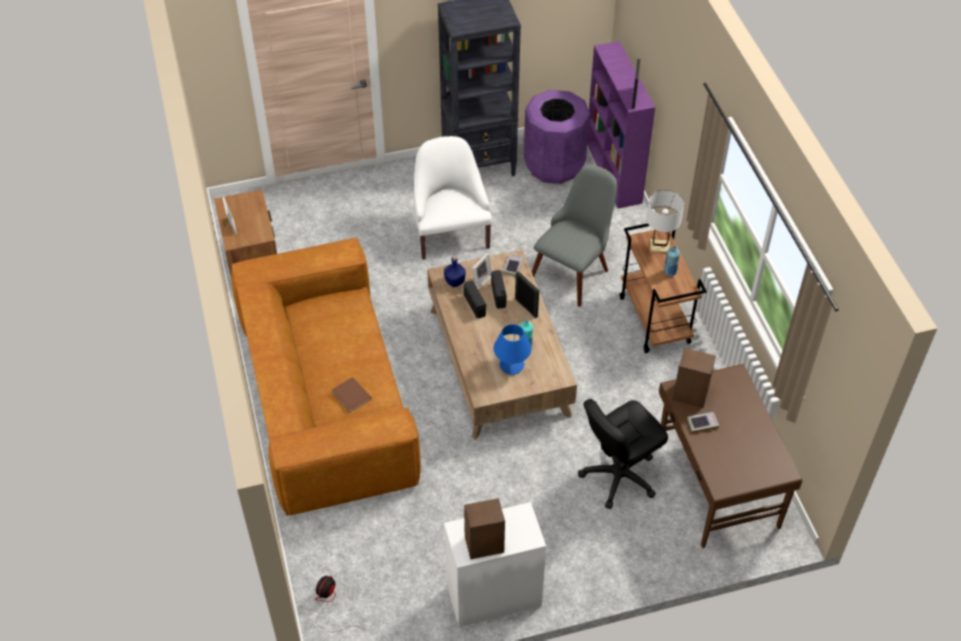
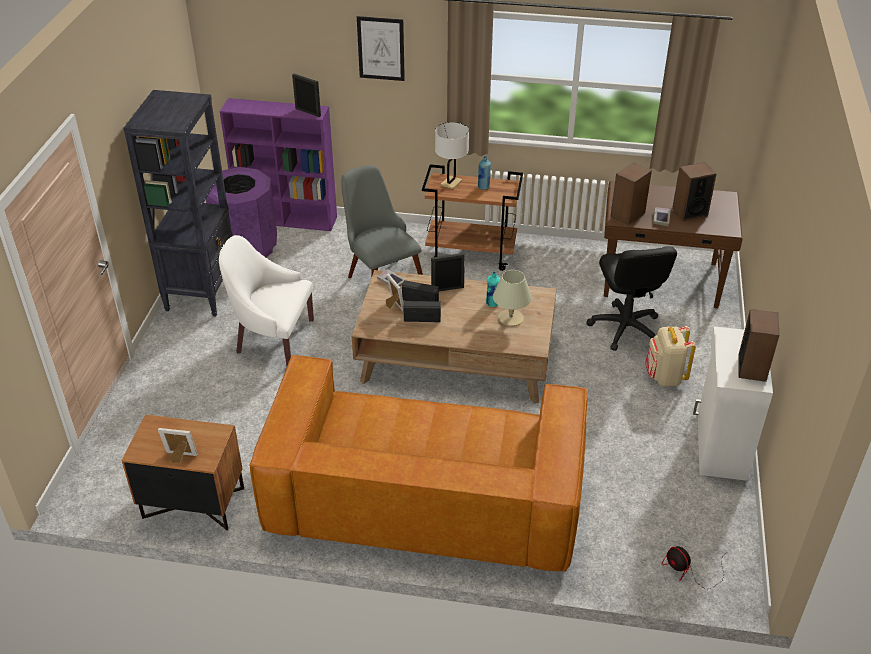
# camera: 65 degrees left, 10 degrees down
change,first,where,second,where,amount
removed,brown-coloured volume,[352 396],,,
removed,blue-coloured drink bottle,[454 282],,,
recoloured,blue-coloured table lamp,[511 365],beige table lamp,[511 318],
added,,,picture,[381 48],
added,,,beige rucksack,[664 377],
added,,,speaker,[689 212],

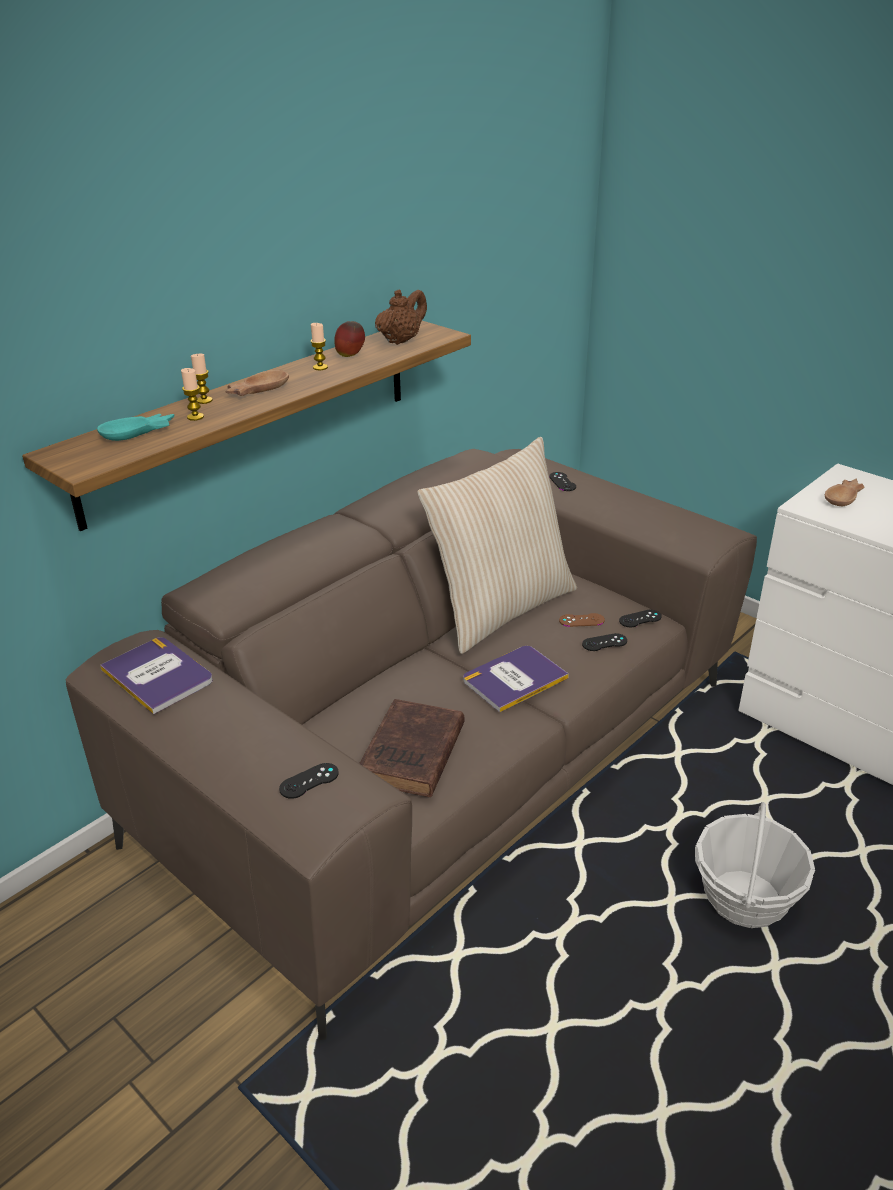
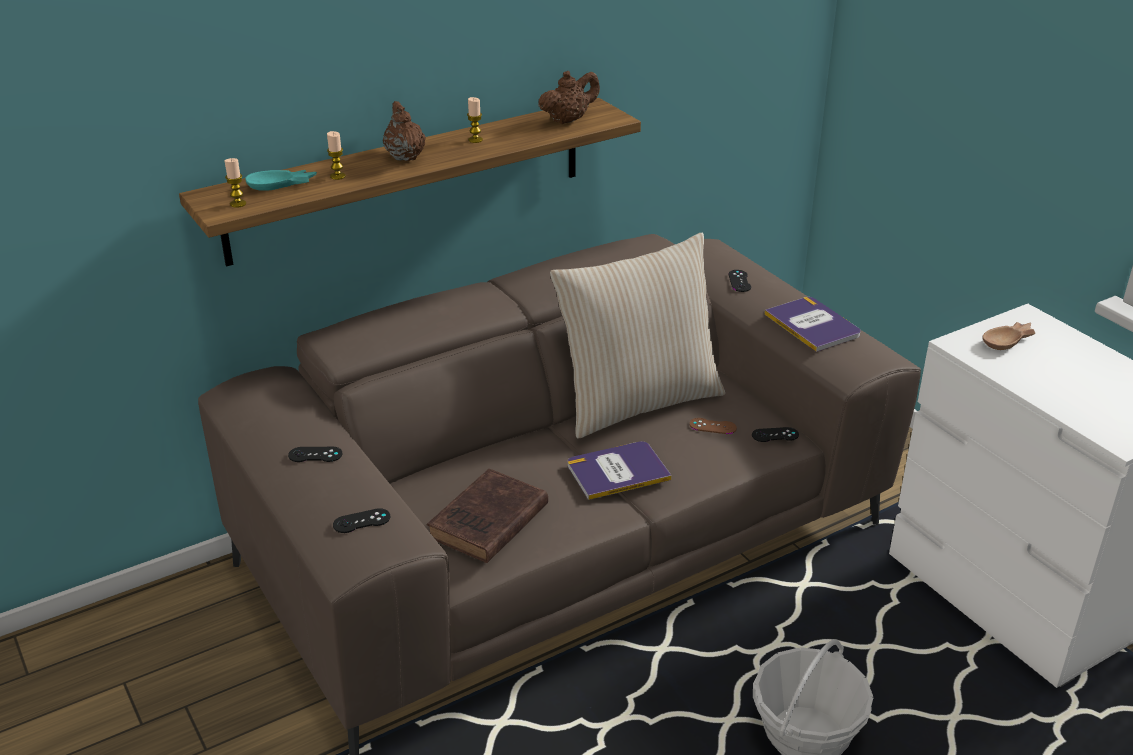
# camera: 15 degrees right, 0 degrees up
change,first,where,second,where,amount
moved,volume,[158 675],,[813 325],
moved,wax candle,[204 400],,[238 204],
replaced,brown-coloured bowl,[256 390],brown-coloured teapot,[405 156],
removed,whole apple,[350 356],,,
moved,black game controller,[604 642],,[315 455],

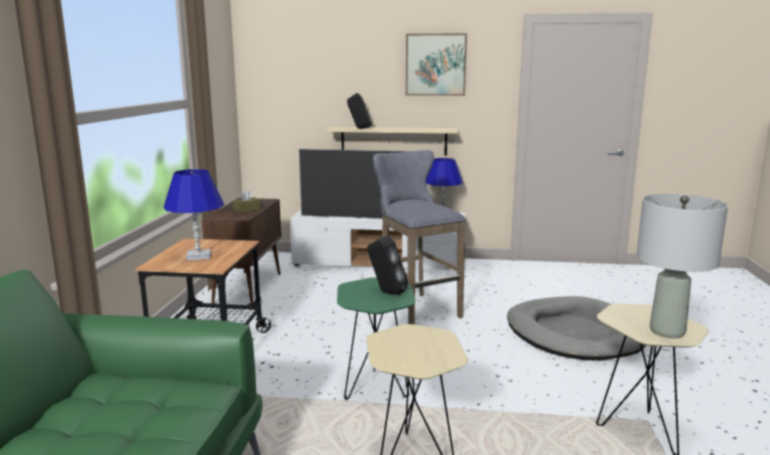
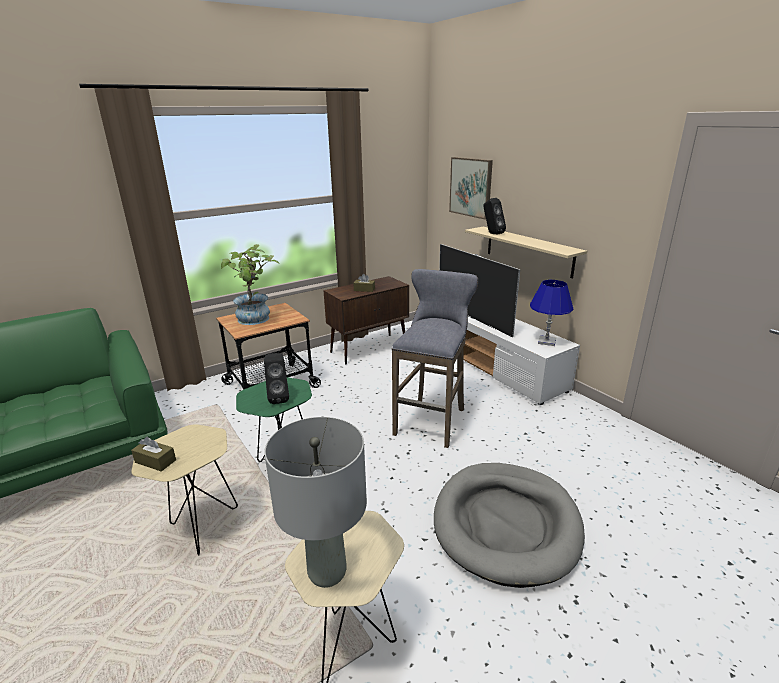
# camera: 50 degrees right, 10 degrees up
change,first,where,second,where,amount
replaced,blue-coloured table lamp,[198 256],potted plant,[256 320],
moved,picture,[435 65],,[471 187],
added,,,brown-coloured tissue box,[155 461],

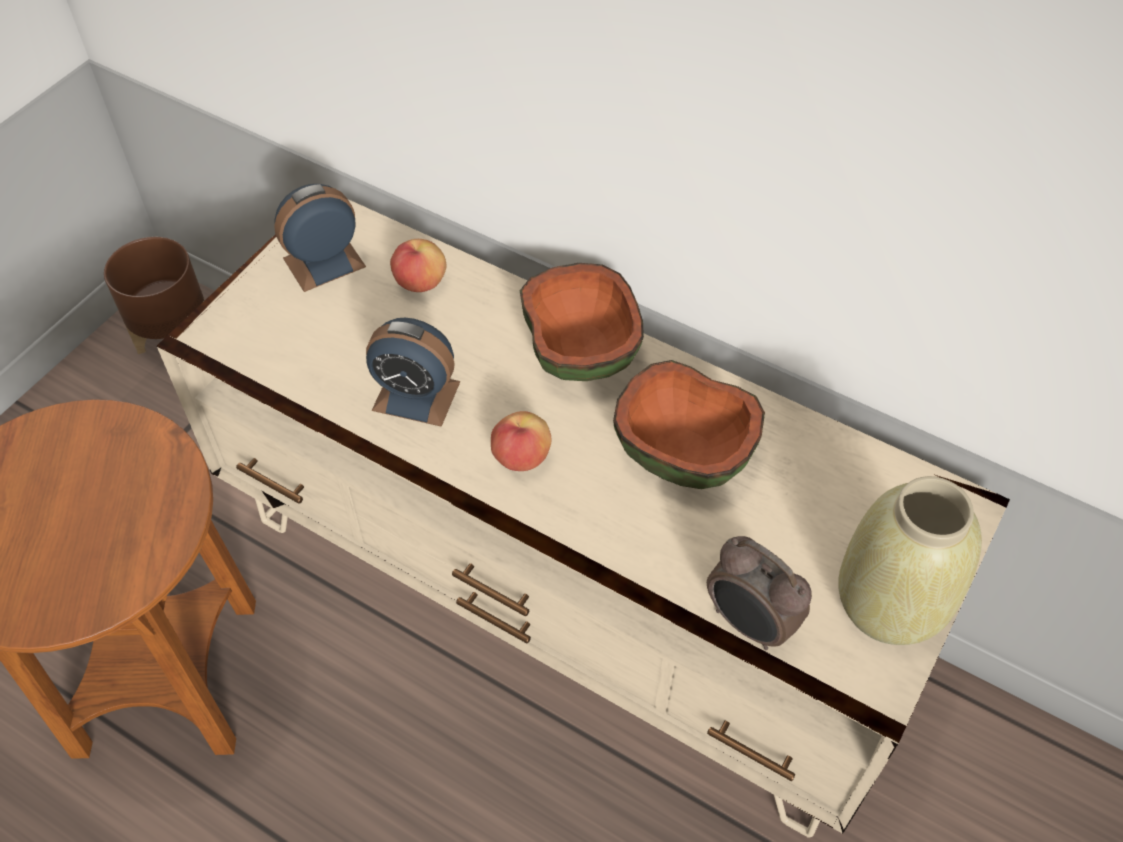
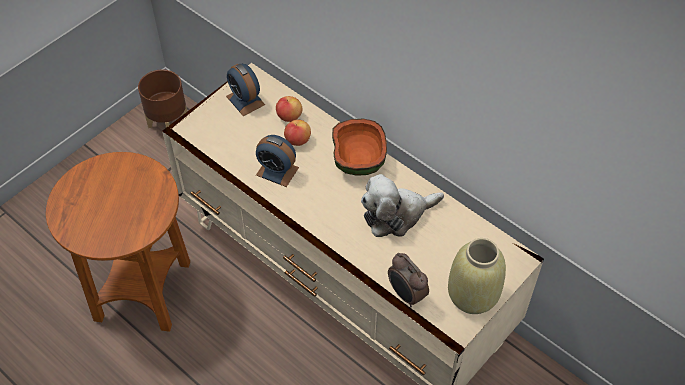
# camera: 10 degrees right, 0 degrees up
change,first,where,second,where,amount
turned,alarm clock,[324 262],,[245 100],105 degrees counterclockwise
moved,whole apple,[521 458],,[297 140],
replaced,bowl,[685 452],cuddly toy,[396 215],

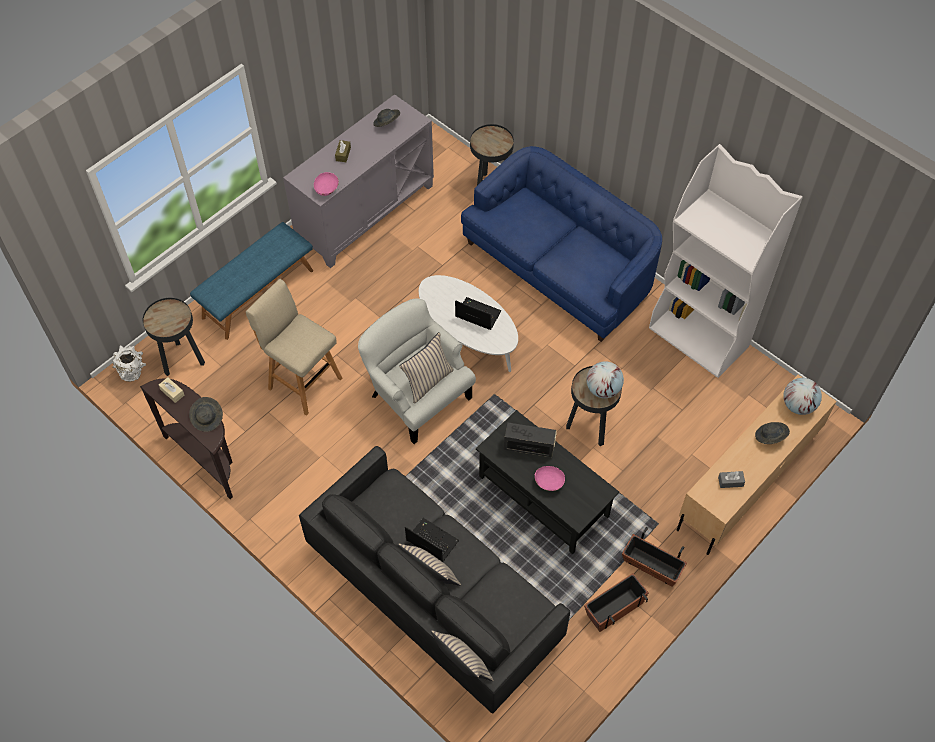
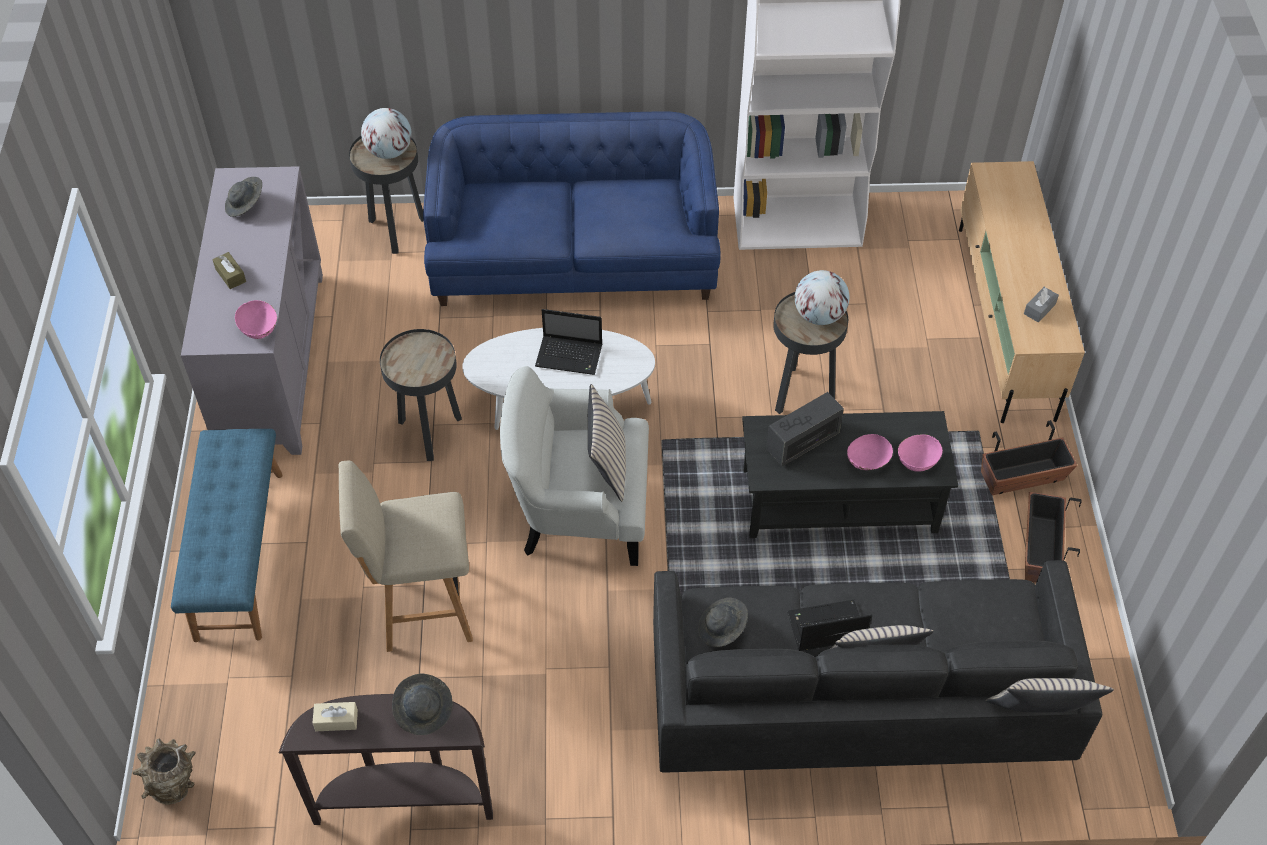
# camera: 45 degrees left, 5 degrees down
change,first,where,second,where,amount
recoloured,white decorative vase,[133 372],brown-coloured decorative vase,[174 784],
moved,black side table,[182 361],,[430 434],
turned,portable computer,[477 314],,[570 356],150 degrees counterclockwise
moved,gray wearable hat,[770 437],,[722 629],
moved,globe,[798 405],,[389 152],
added,,,pink bowl,[917 460],

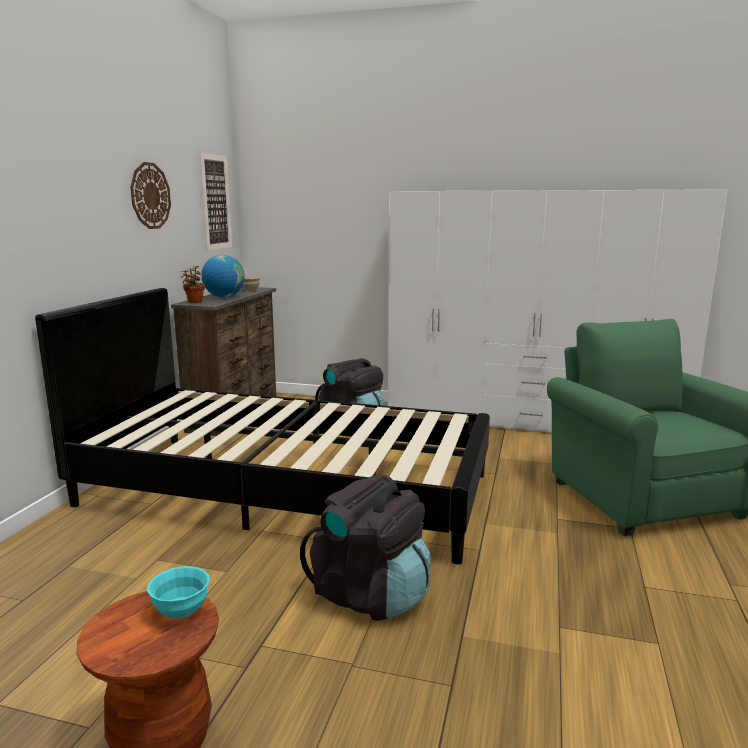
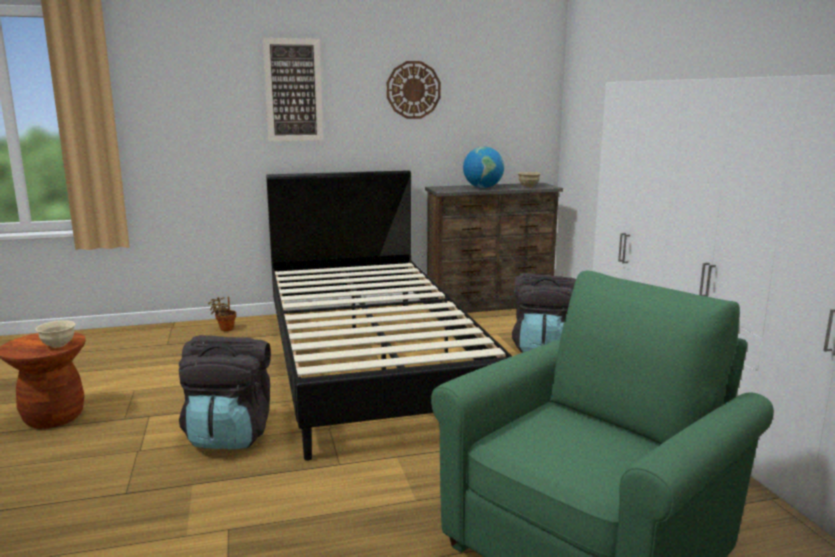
# camera: 60 degrees right, 0 degrees up
change,first,where,second,where,amount
recoloured,turquoise bowl,[181 612],beige bowl,[58 345],
moved,potted plant,[194 302],,[225 329],
moved,picture,[215 202],,[293 90],

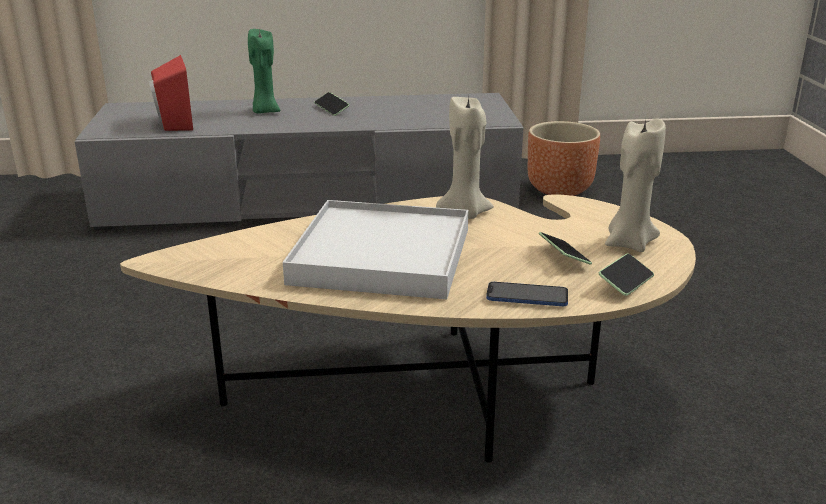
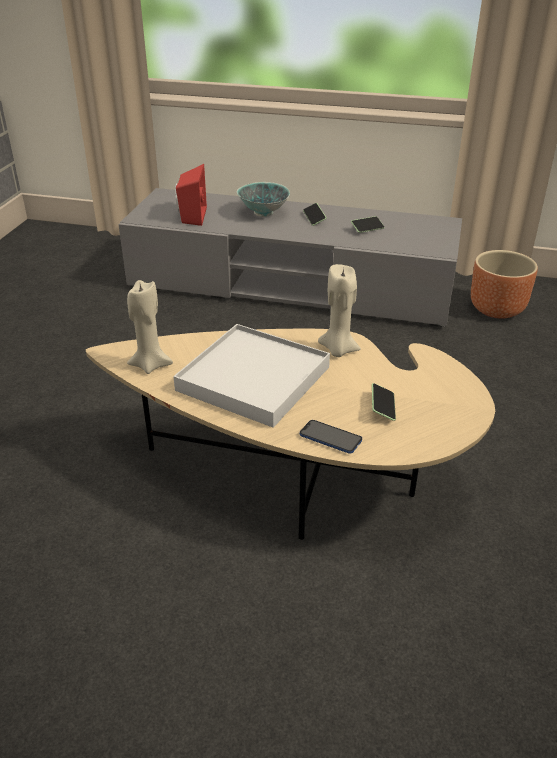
# camera: 20 degrees right, 10 degrees up
change,first,where,second,where,amount
replaced,green-coloured wax candle,[265 111],bowl,[263 213],
moved,phone,[625 283],,[367 229],
moved,beige wax candle,[629 243],,[150 365],

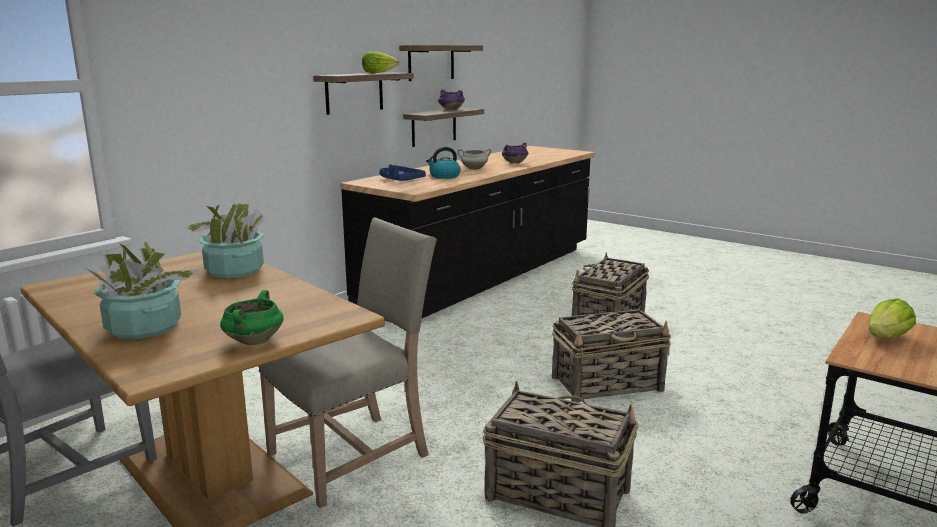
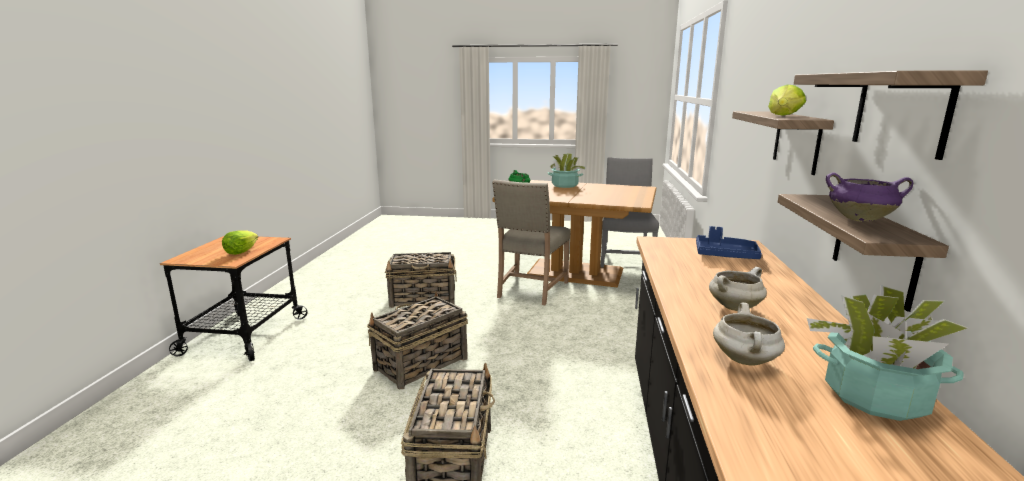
# camera: 150 degrees right, 0 degrees up
change,first,where,second,where,amount
moved,potted plant,[235 271],,[875 397],
removed,tea kettle,[444 176],,,
recoloured,purple stockpot,[514 163],white stockpot,[746 361],

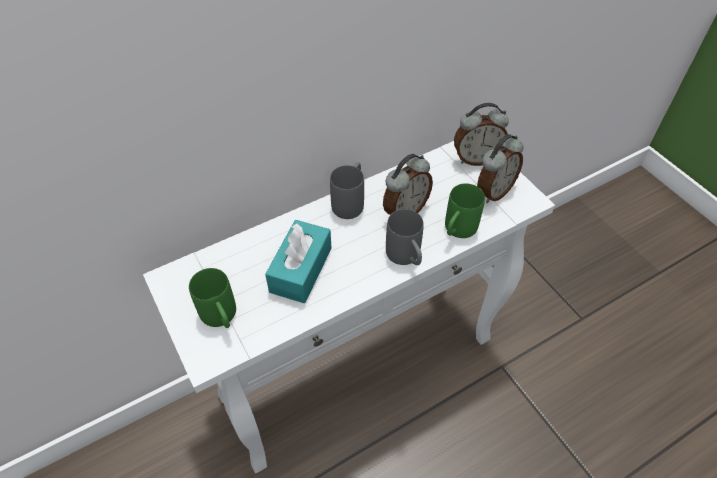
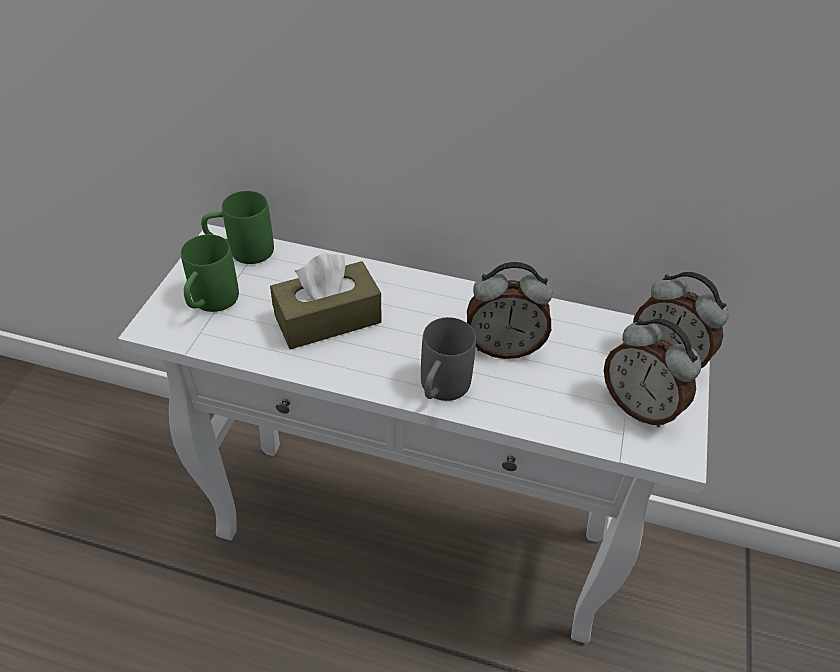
# camera: 45 degrees right, 5 degrees down
change,first,where,second,where,amount
recoloured,turquoise tissue box,[301 270],brown-coloured tissue box,[328 319],
removed,gray coffee mug,[350 201],,,
moved,green-coloured coffee mug,[457 231],,[241 251],
turned,alarm clock,[493 191],,[639 406],45 degrees clockwise

